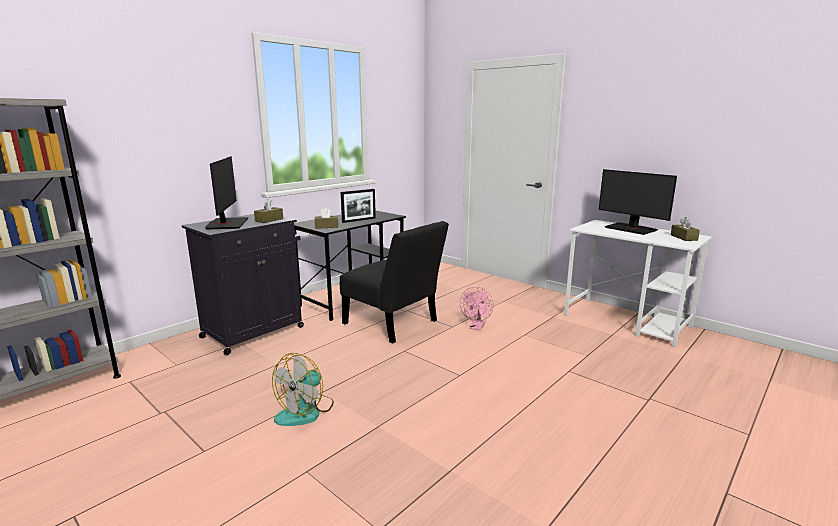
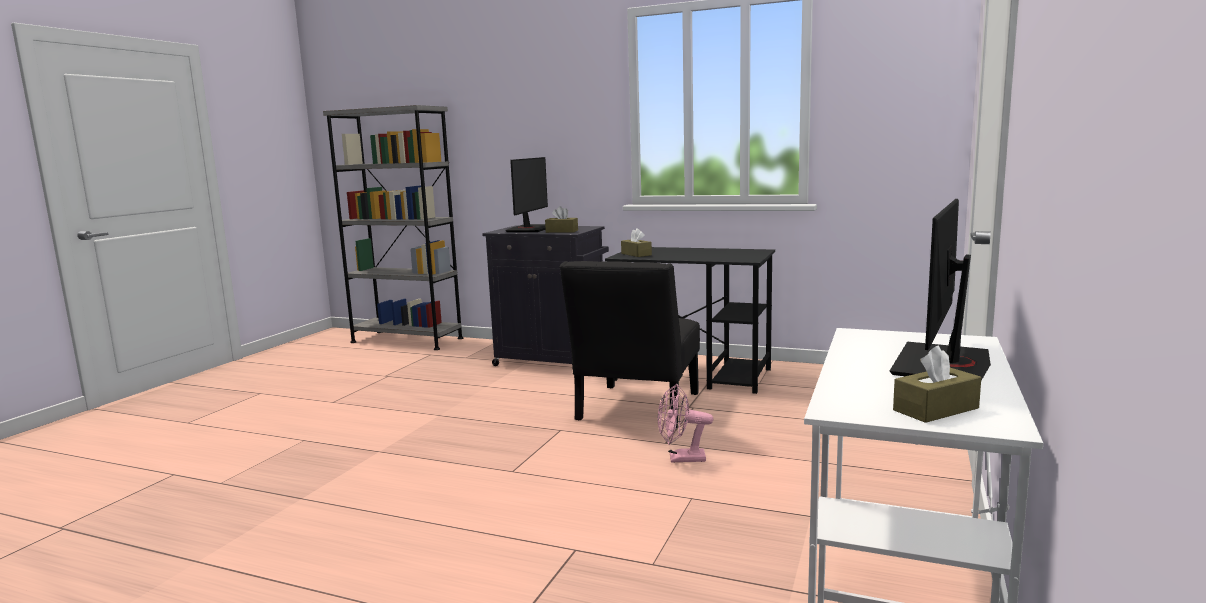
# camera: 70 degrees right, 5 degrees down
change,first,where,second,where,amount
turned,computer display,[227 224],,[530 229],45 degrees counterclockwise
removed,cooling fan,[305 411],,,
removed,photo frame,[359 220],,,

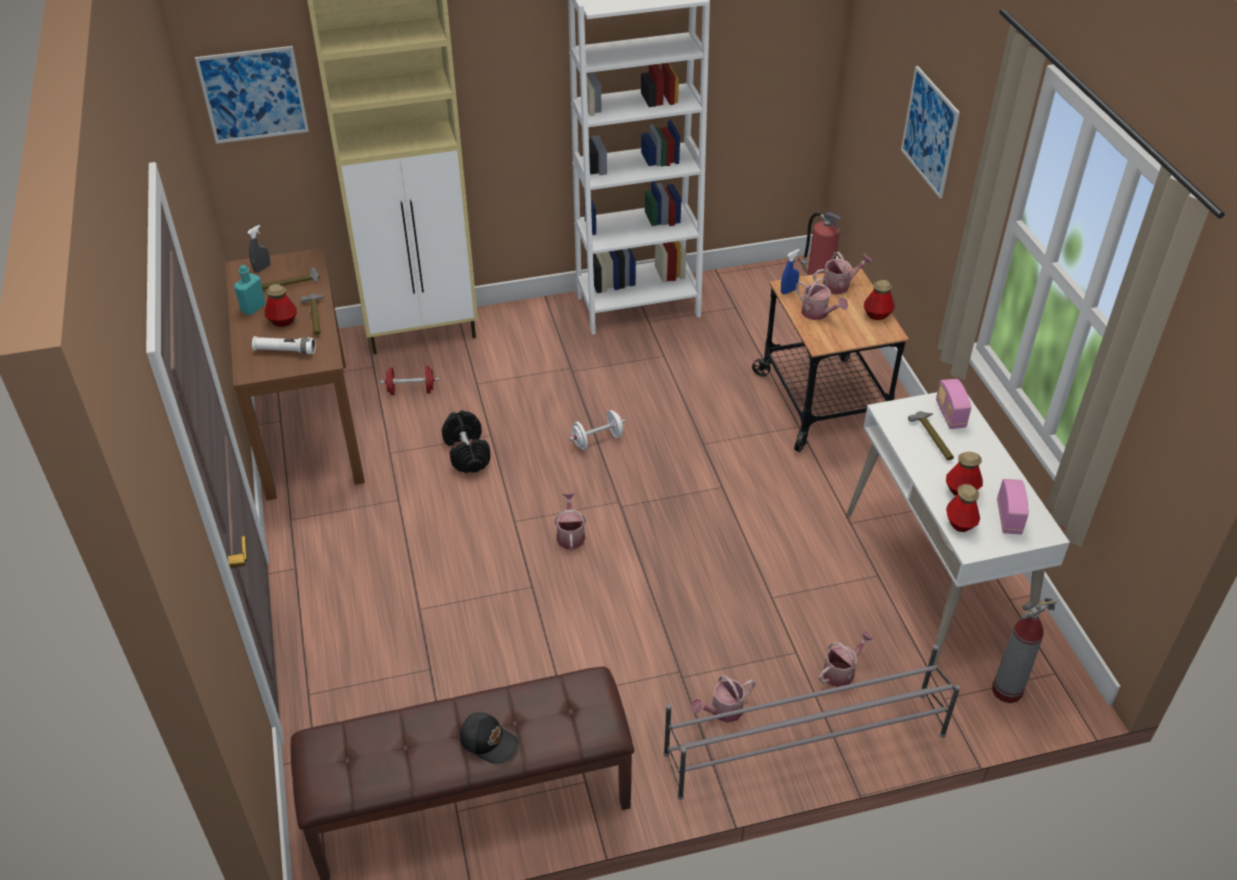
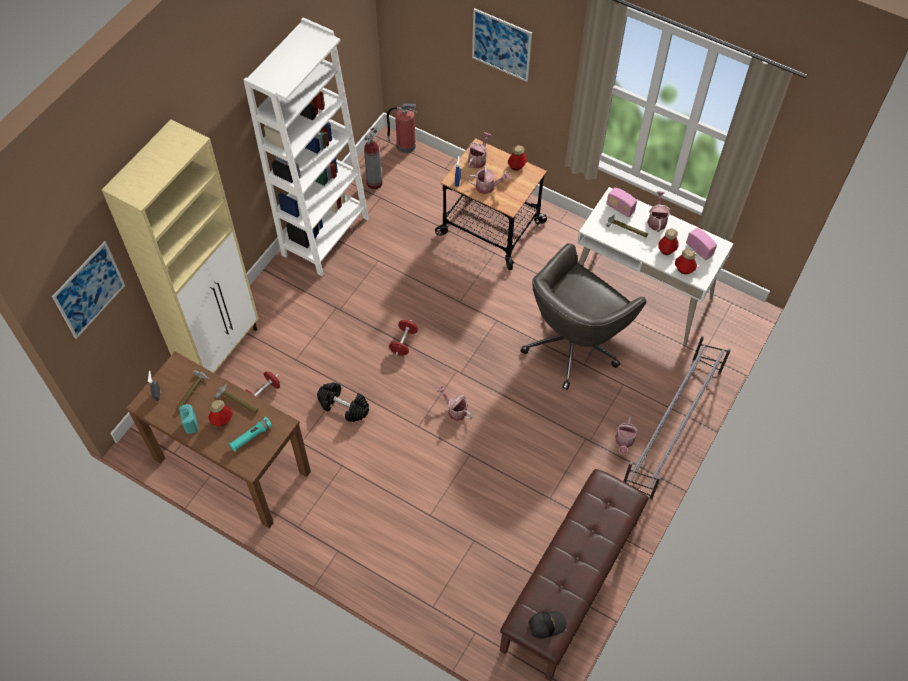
# camera: 45 degrees left, 15 degrees up
change,first,where,second,where,amount
recoloured,white hand torch,[285 351],turquoise hand torch,[251 437],
moved,black baseball cap,[489 741],,[546 624],
recoloured,white hand weight,[597 440],red-coloured hand weight,[403 343],
moved,watering pot,[841 671],,[657 220],
moved,fire-fighting cylinder,[1006 691],,[374 183],
added,,,gray desk chair,[573 344],

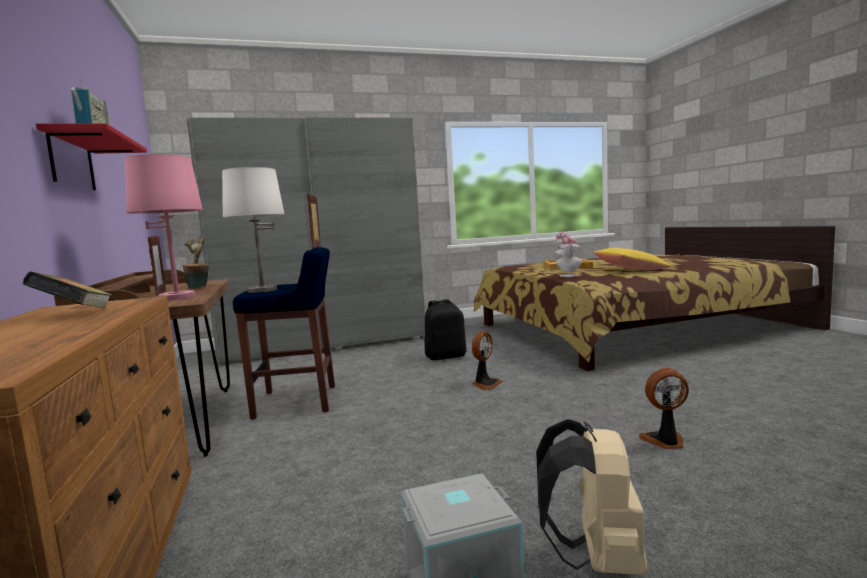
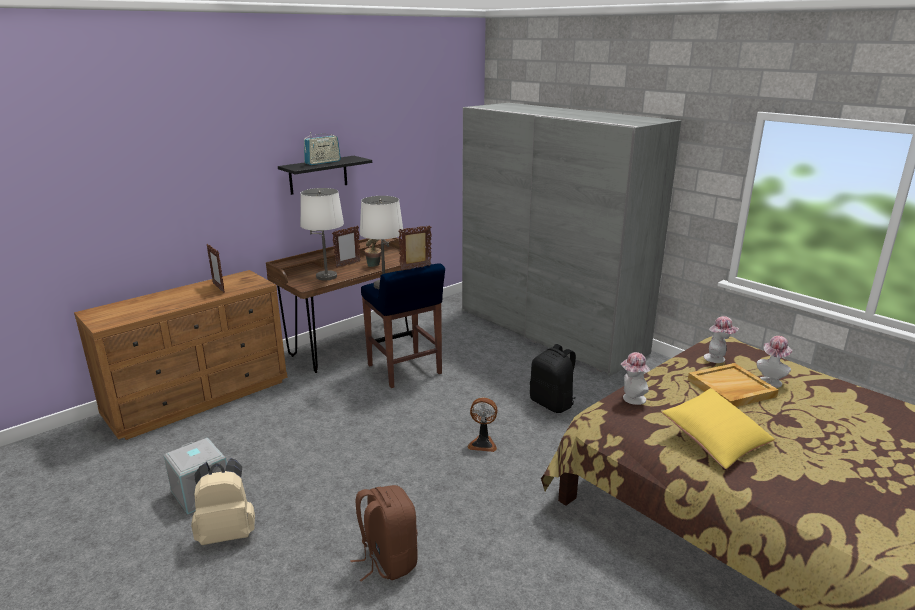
# camera: 65 degrees right, 15 degrees up
change,first,where,second,where,amount
replaced,volume,[75 314],photo frame,[219 288],
recoloured,red-coloured shelf,[72 162],black shelf,[318 175],
recoloured,pink table lamp,[177 297],white table lamp,[326 276],
replaced,cooling fan,[665 441],brown-coloured rucksack,[387 560],
added,,,wearable hat,[717 359],

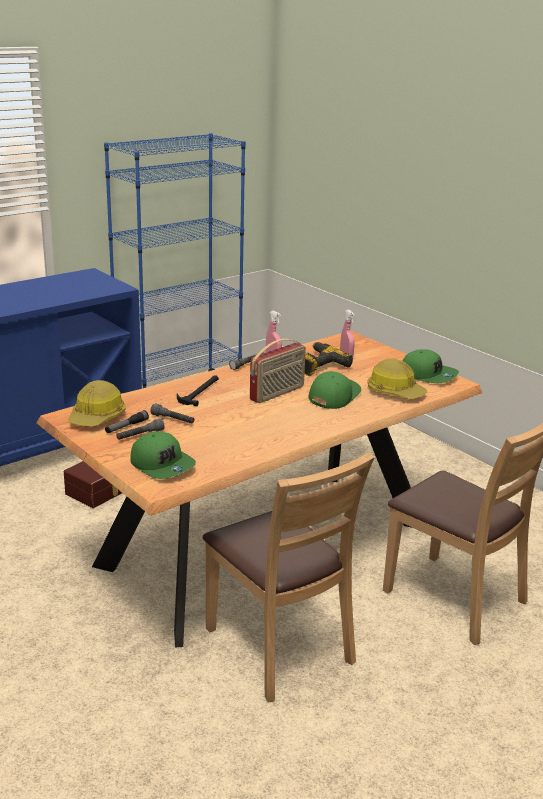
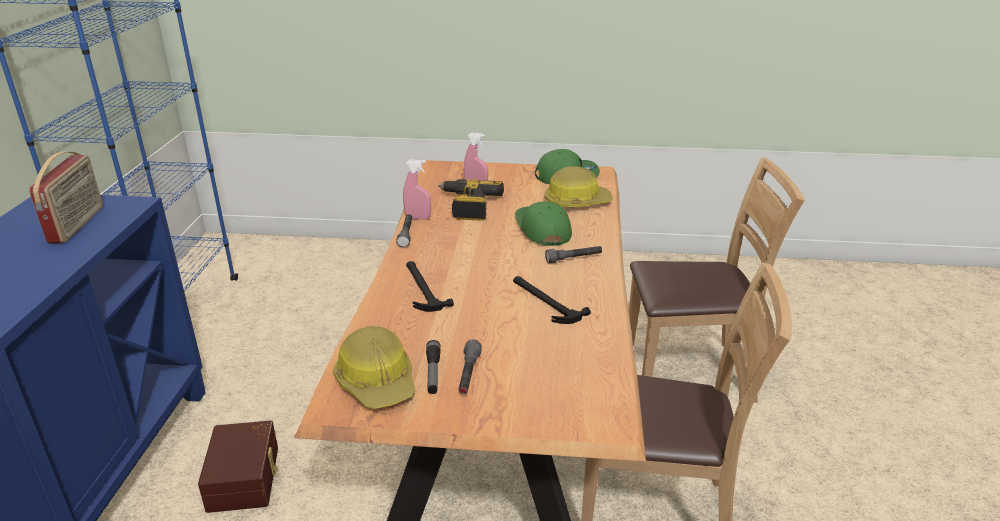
# camera: 45 degrees left, 5 degrees up
change,first,where,second,where,amount
removed,green-coloured baseball cap,[162 465],,,
moved,gray hand torch,[173 420],,[574 259],
moved,radio,[277 393],,[78 224],
added,,,hammer,[545 301],

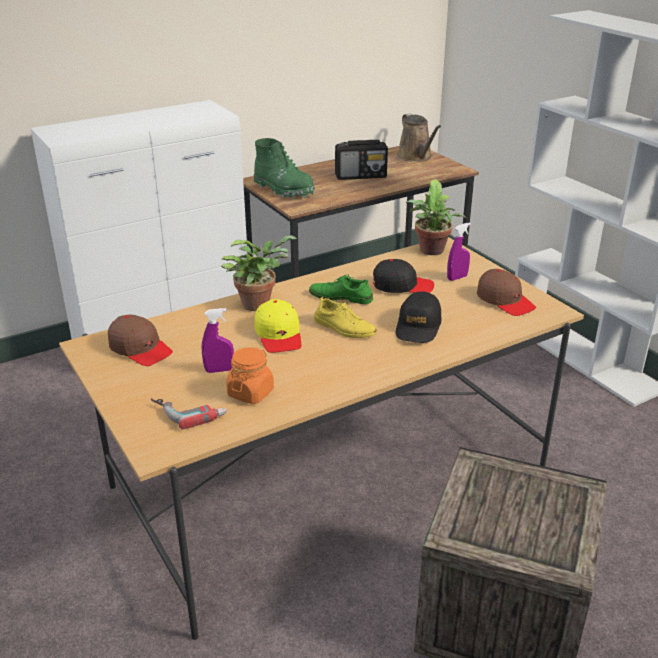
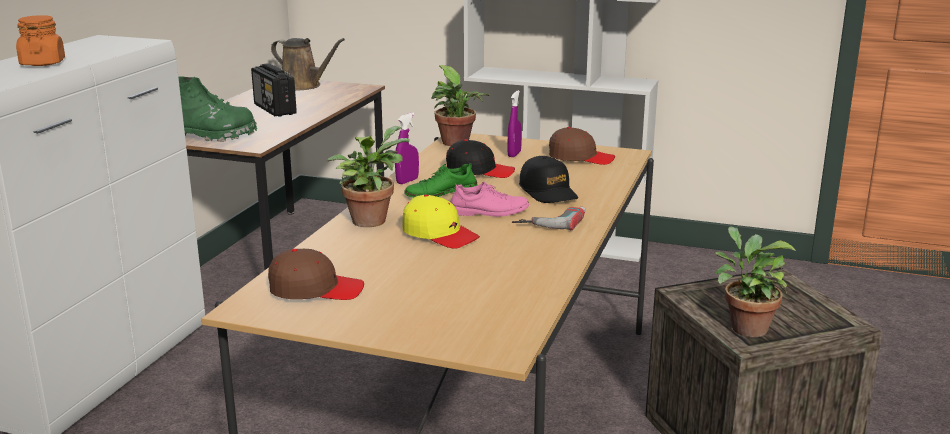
# camera: 40 degrees left, 10 degrees down
change,first,where,second,where,amount
moved,drill,[189 410],,[550 221],
moved,purple sprayer,[219 370],,[407 181],
moved,orange storage jar,[250 392],,[43 63],
recoloured,yellow-coloured shoe,[344 328],pink shoe,[488 211],
turned,radio,[361 176],,[275 109],105 degrees clockwise
turned,black baseball cap,[402 286],,[479 171],45 degrees clockwise
added,,,potted plant,[744 327],

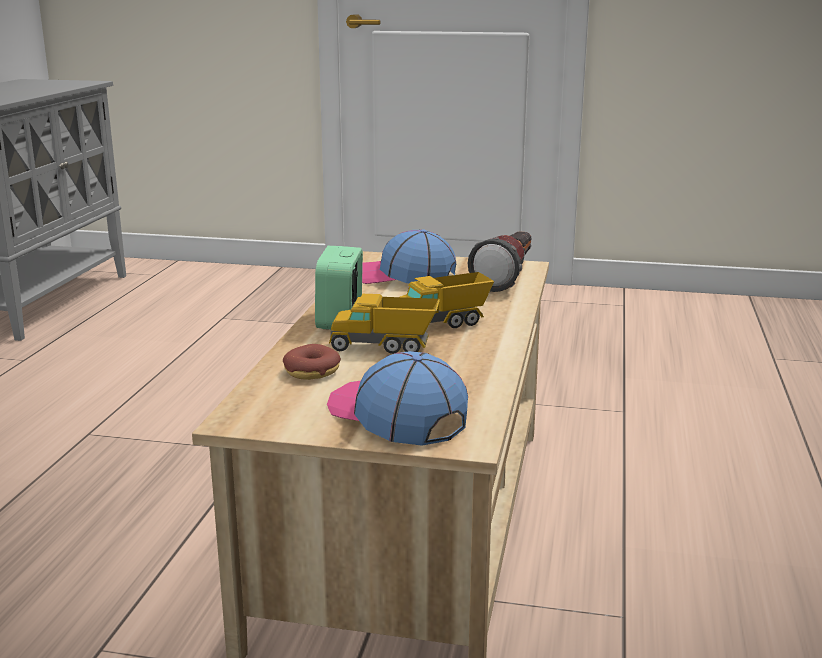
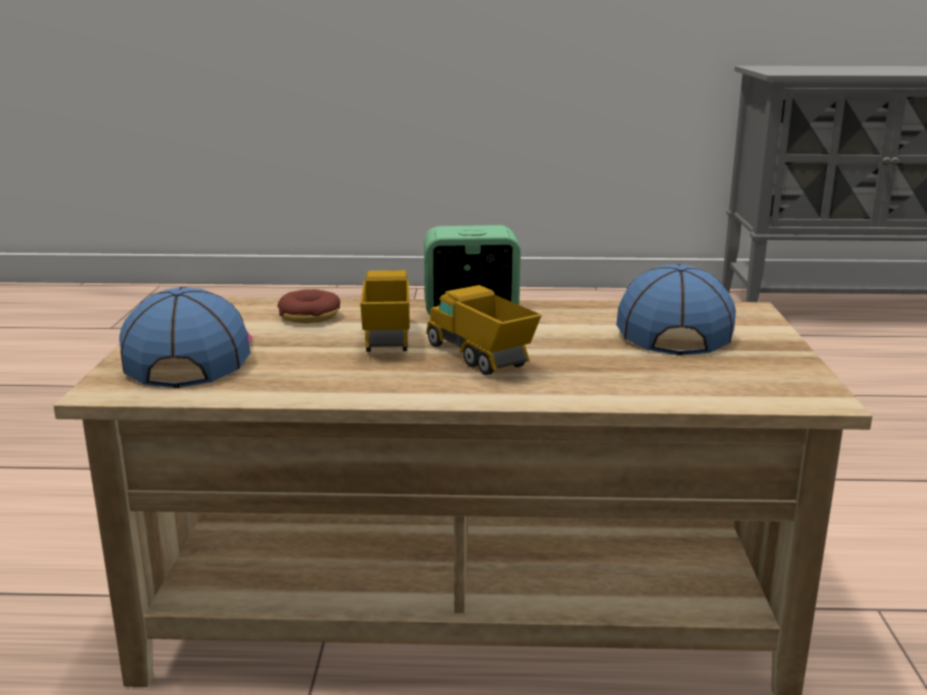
# camera: 80 degrees right, 0 degrees up
change,first,where,second,where,amount
turned,baseball cap,[396 414],,[190 356],45 degrees counterclockwise
removed,hand torch,[508 278],,,

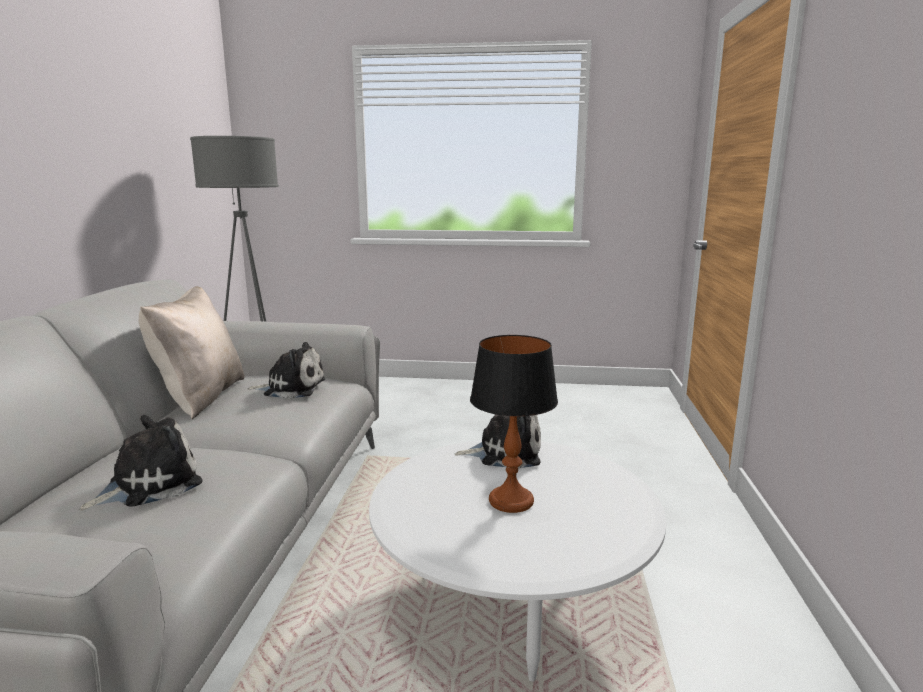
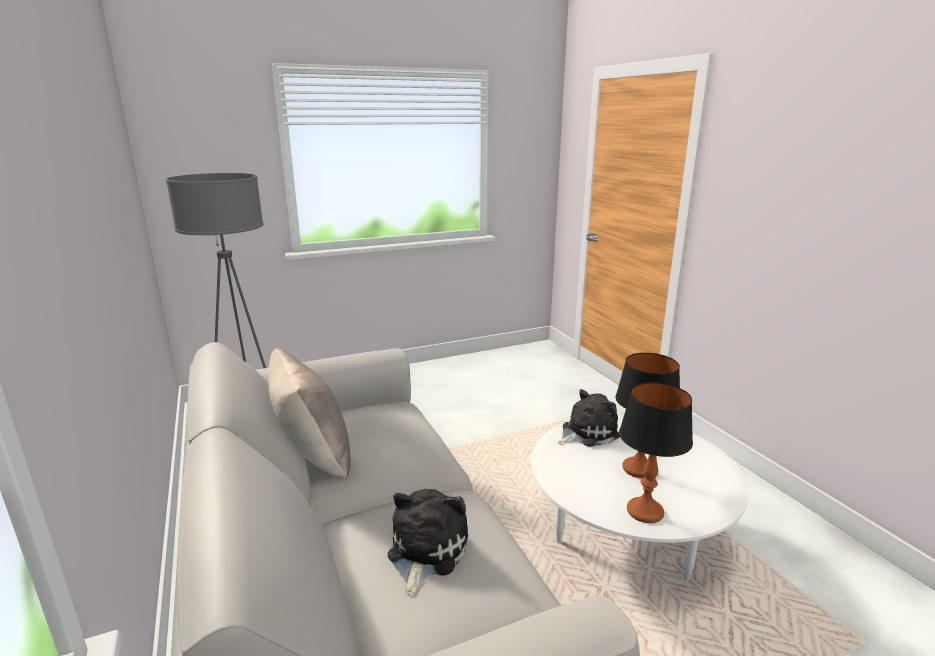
# camera: 30 degrees left, 5 degrees up
change,first,where,second,where,amount
removed,cuddly toy,[291 388],,,
added,,,table lamp,[645 511],

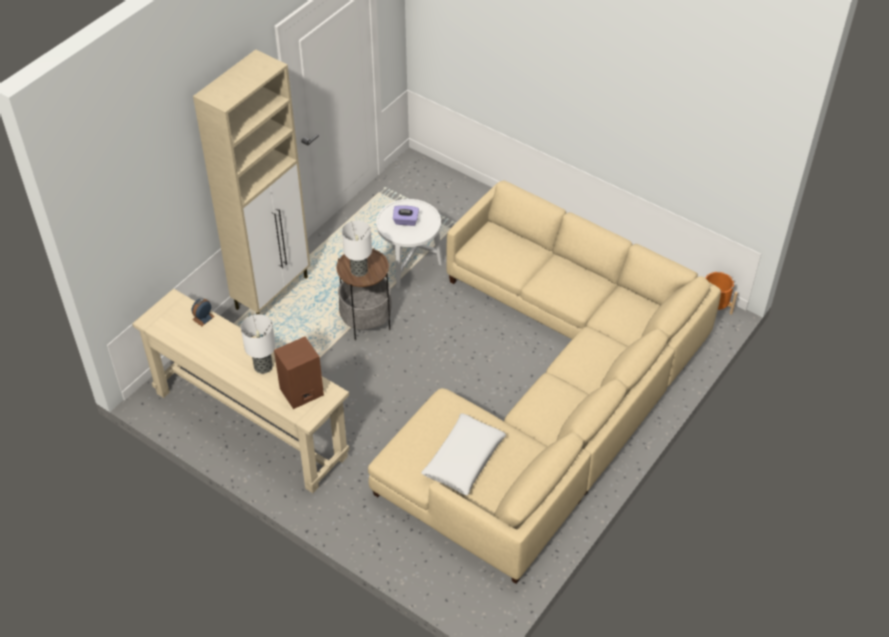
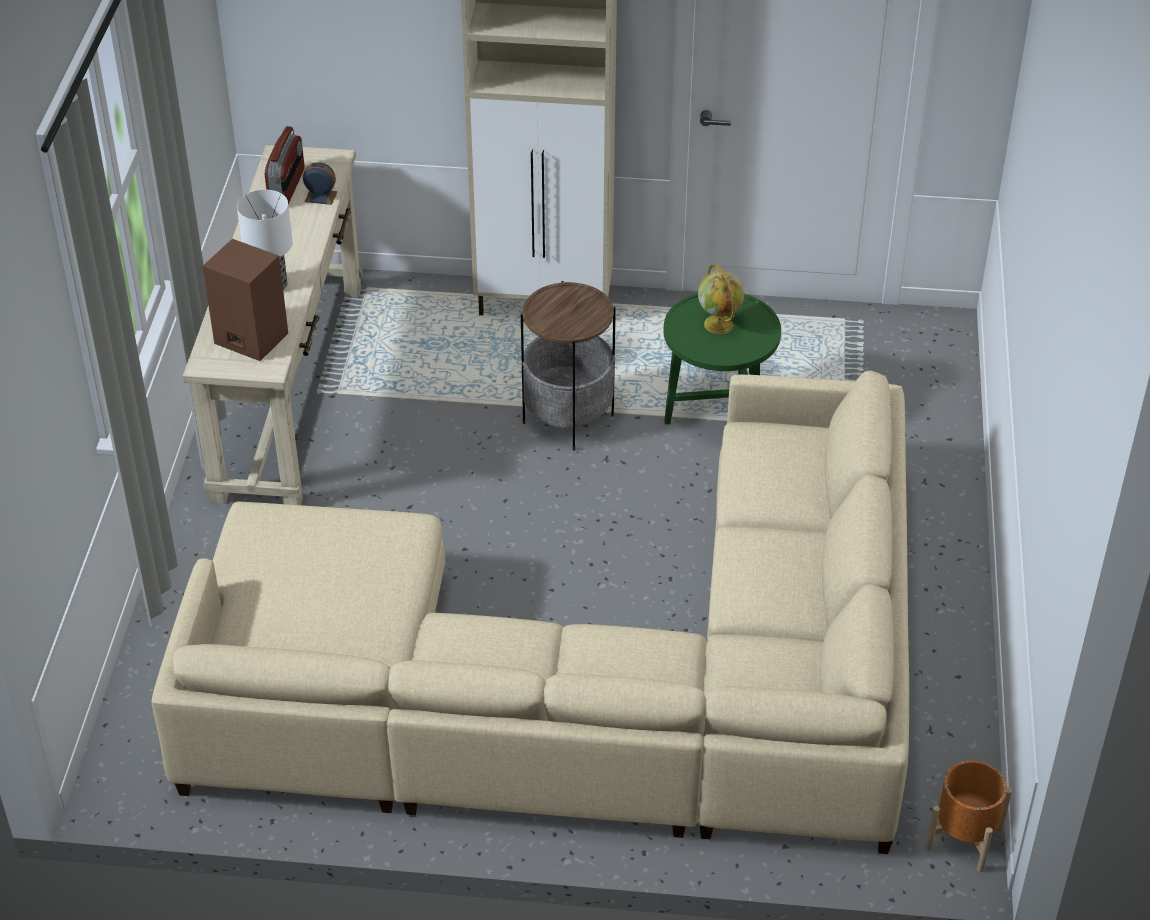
# camera: 60 degrees right, 5 degrees down
change,first,where,second,where,amount
removed,table lamp,[358 270],,,
recoloured,white side table,[410 268],green-coloured side table,[716 419],
replaced,purple tissue box,[405 221],globe,[719 325],
removed,white cushion,[463 459],,,
added,,,radio,[287 187],

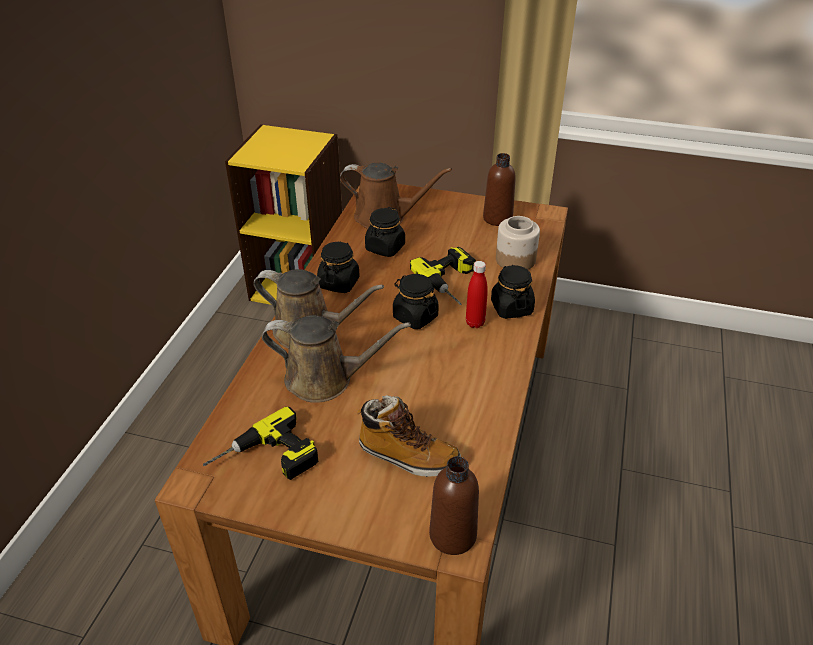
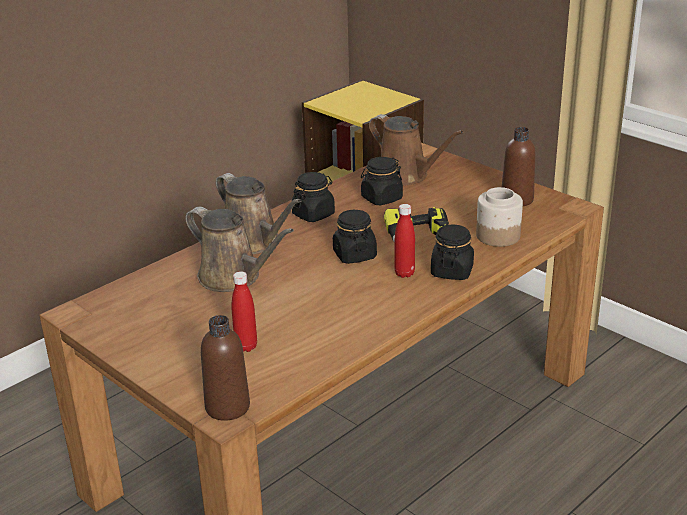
# camera: 30 degrees right, 10 degrees down
change,first,where,second,where,amount
removed,drill,[265 460],,,
replaced,high-top boot,[407 456],red-coloured drink bottle,[246 346],

